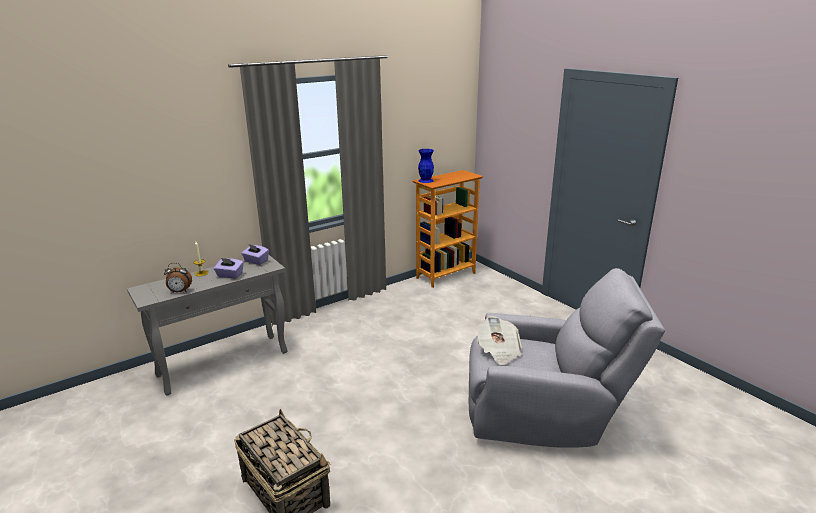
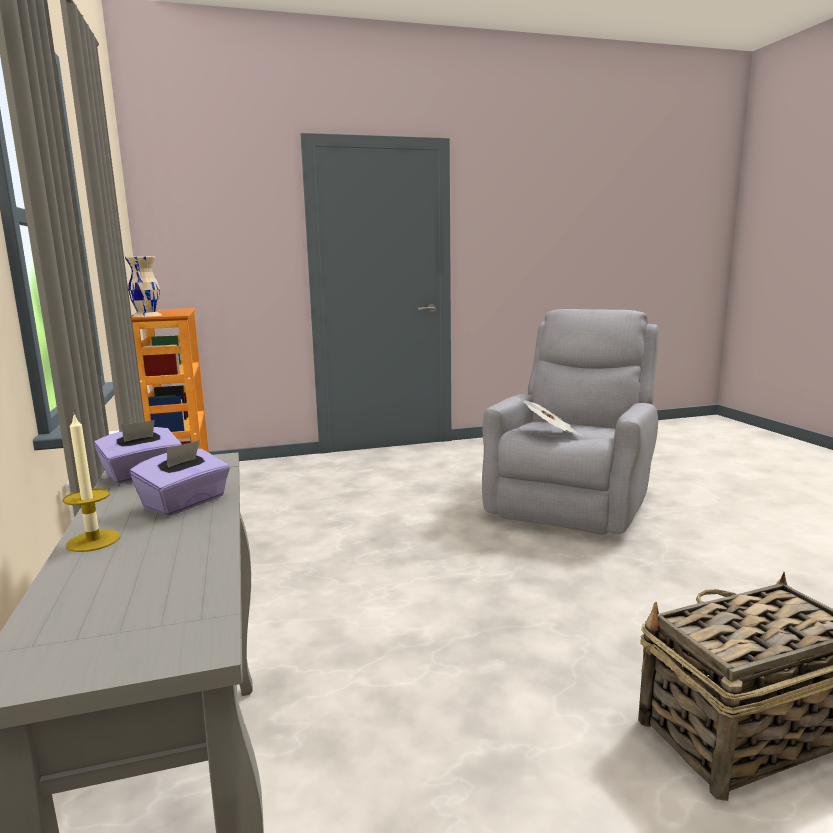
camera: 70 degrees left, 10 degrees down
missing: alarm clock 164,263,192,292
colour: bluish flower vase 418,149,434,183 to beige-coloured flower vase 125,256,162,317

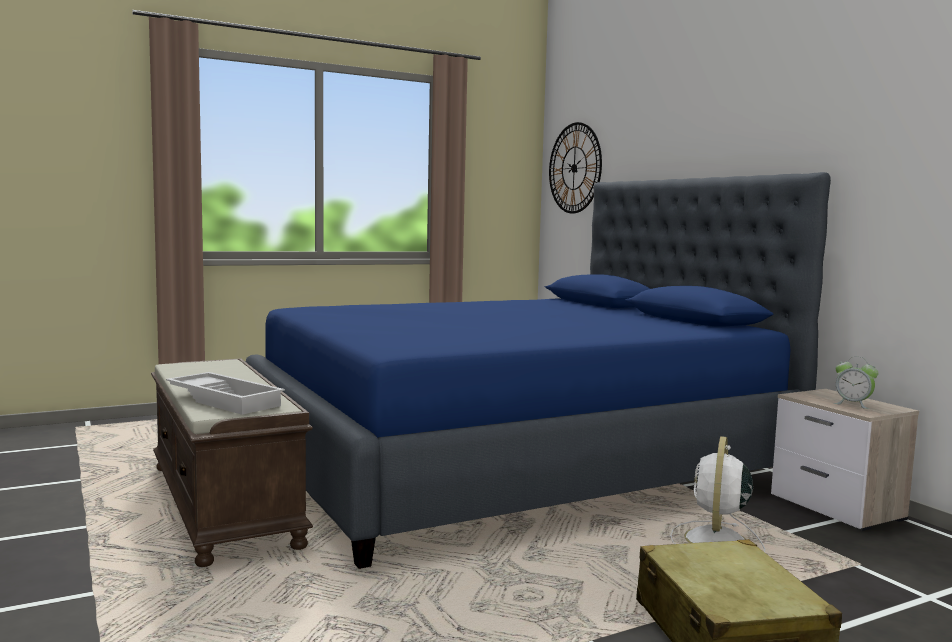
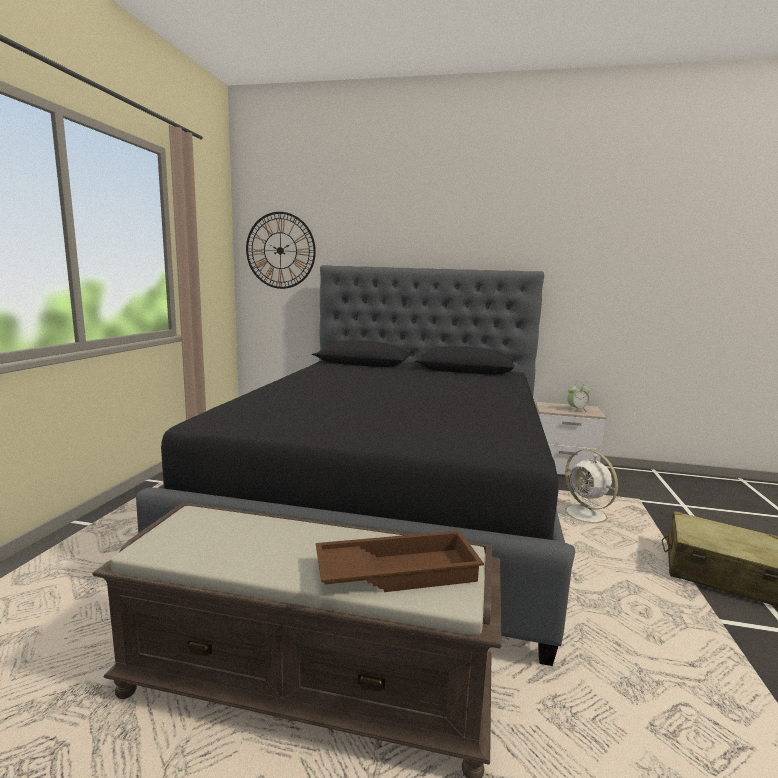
camera: 50 degrees left, 5 degrees up
colour: white tray 166,372,285,415 to brown tray 316,531,484,592; bluish sleeping bed 246,172,831,569 to black sleeping bed 136,265,575,666

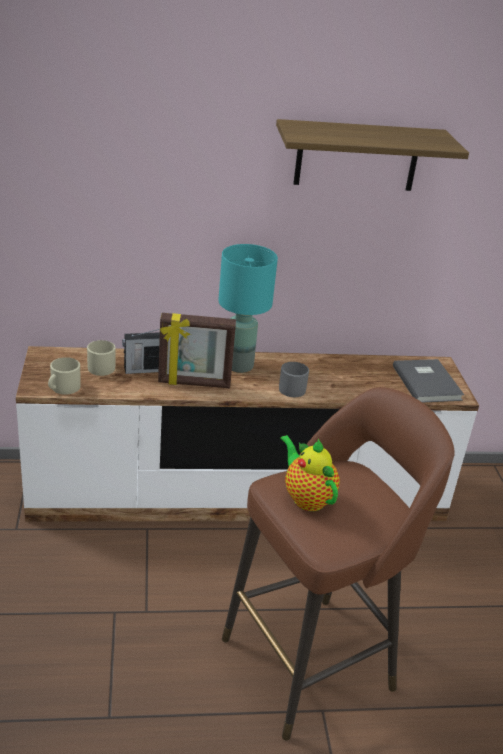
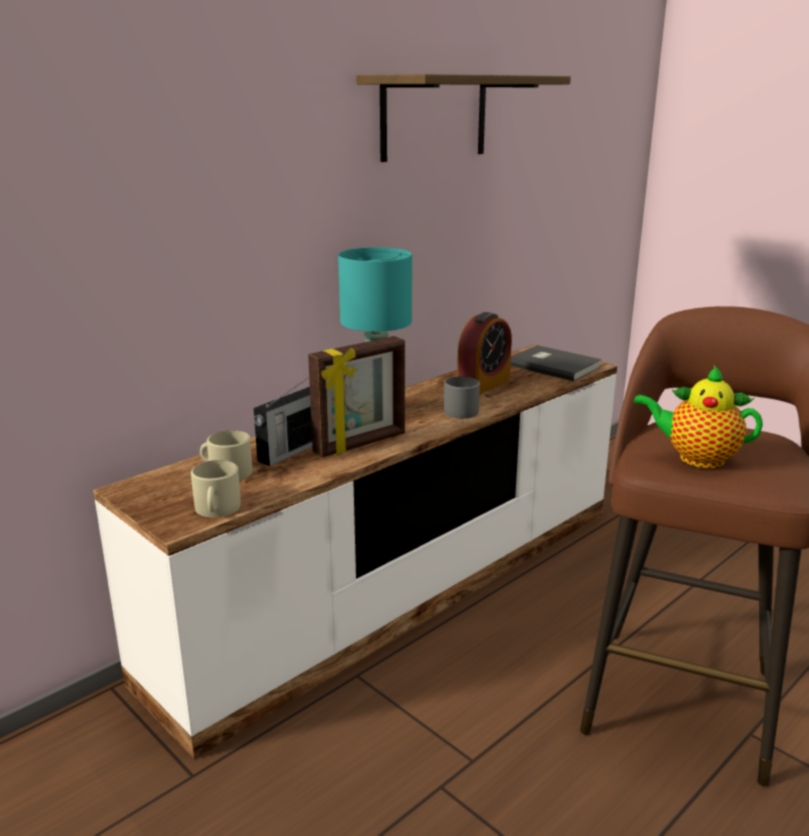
camera: 35 degrees left, 10 degrees down
appeared: alarm clock 457,312,512,395

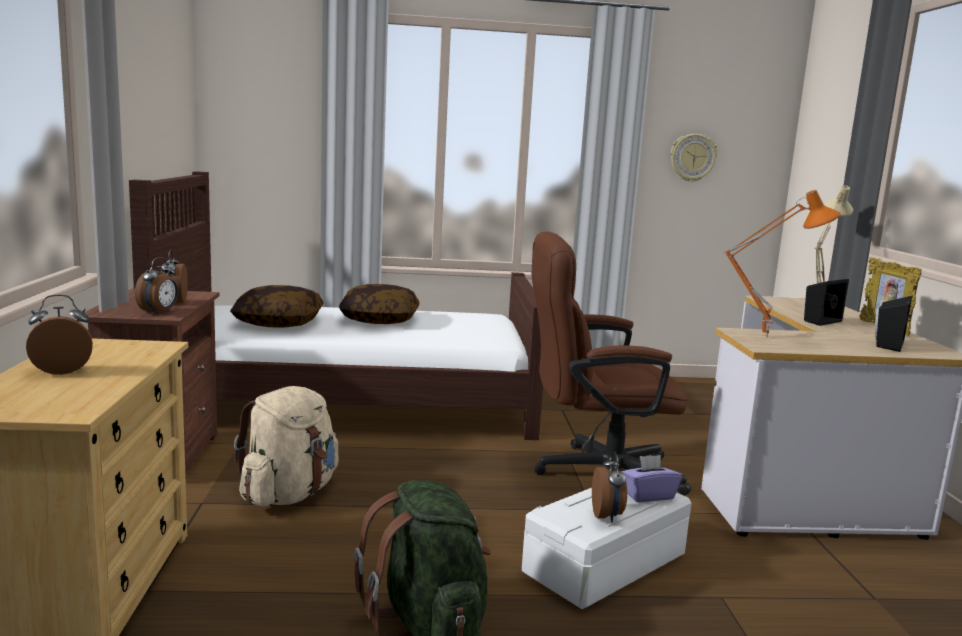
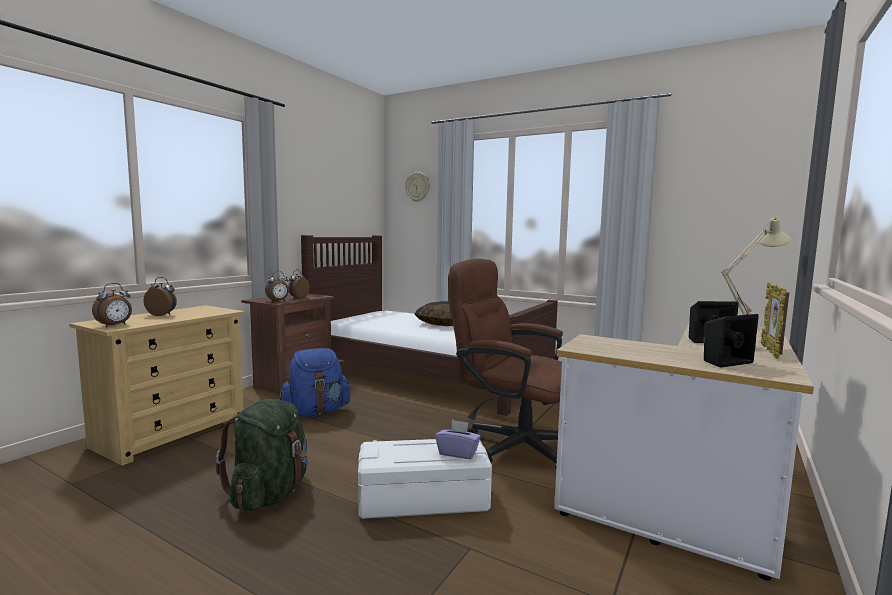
camera: 35 degrees right, 5 degrees down
missing: throw pillow 230,285,324,328; orange tabletop lamp 724,190,841,337
relocated: alarm clock 592,451,627,522 to 92,283,132,327; wall clock 671,134,717,182 to 405,172,430,202
colour: beige-coloured backpack 234,386,339,507 to bluish backpack 279,348,352,417

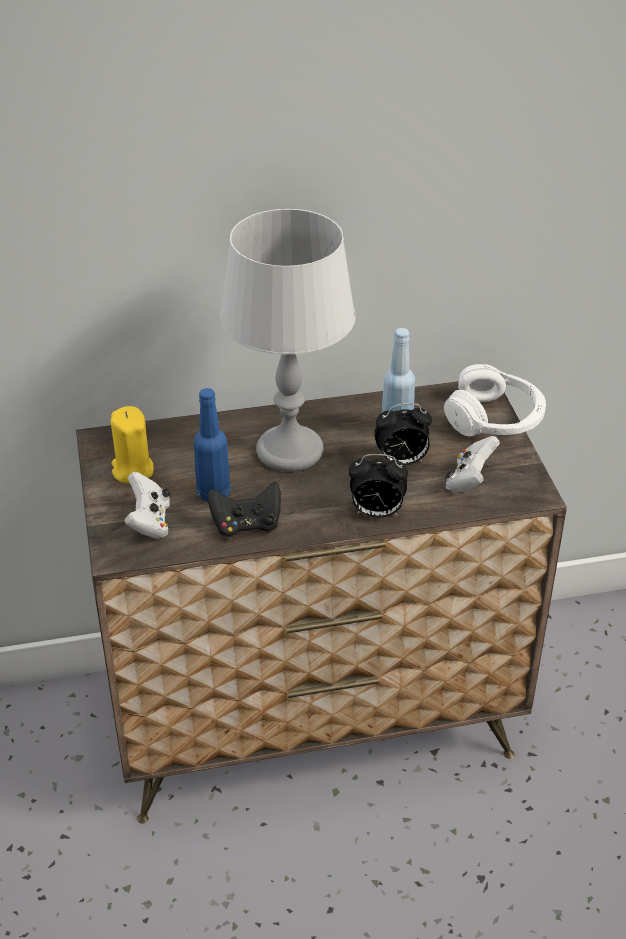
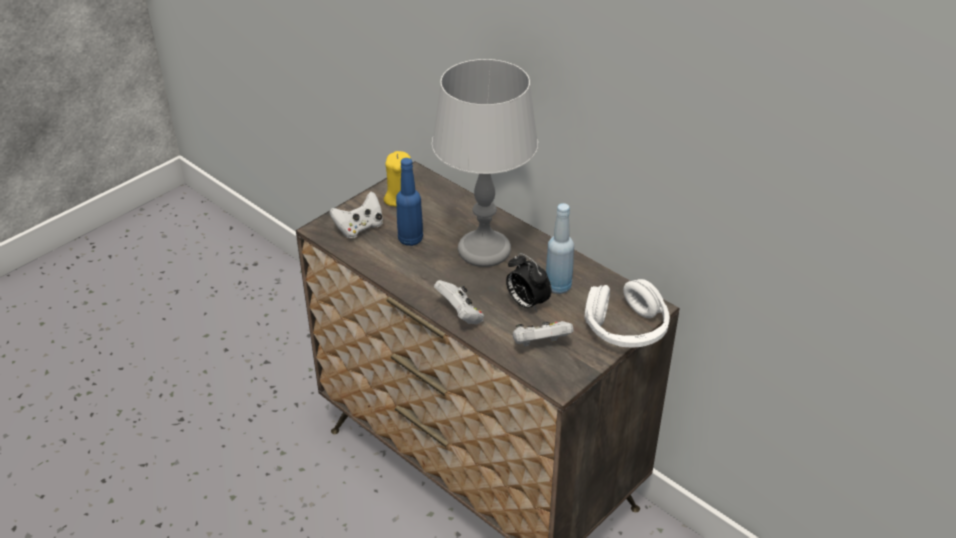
camera: 55 degrees right, 0 degrees up
missing: black gamepad 208,482,281,537
exchanged: alarm clock 349,454,408,518 to white gamepad 434,280,484,324

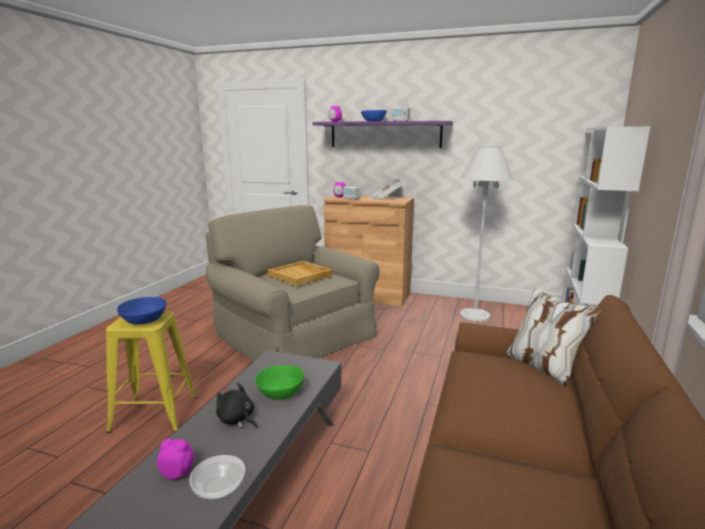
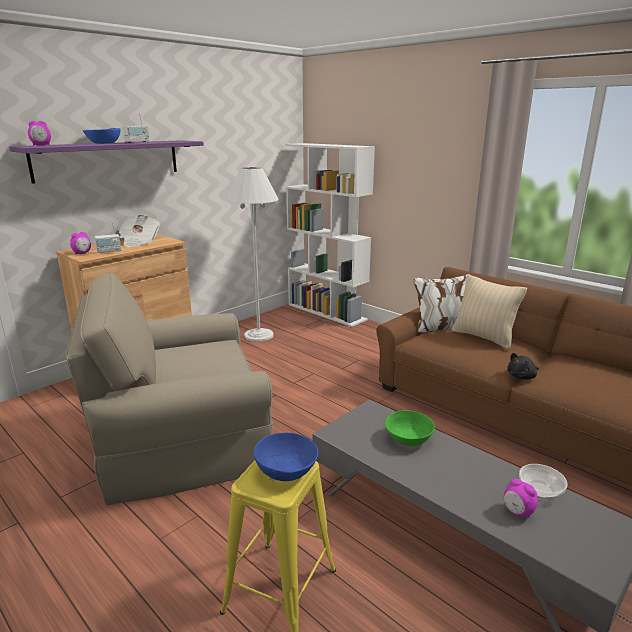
camera: 65 degrees left, 5 degrees up
missing: beige-coloured tray 268,261,332,286
appeared: beige-coloured throw pillow 452,274,527,349
relocated: black plush toy 216,383,257,429 to 507,353,539,380
spun: alarm clock 157,438,194,480 = 504,479,538,518 75 degrees counterclockwise

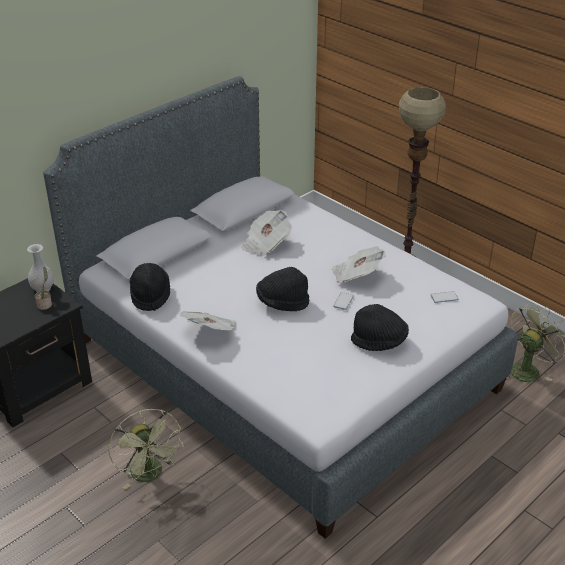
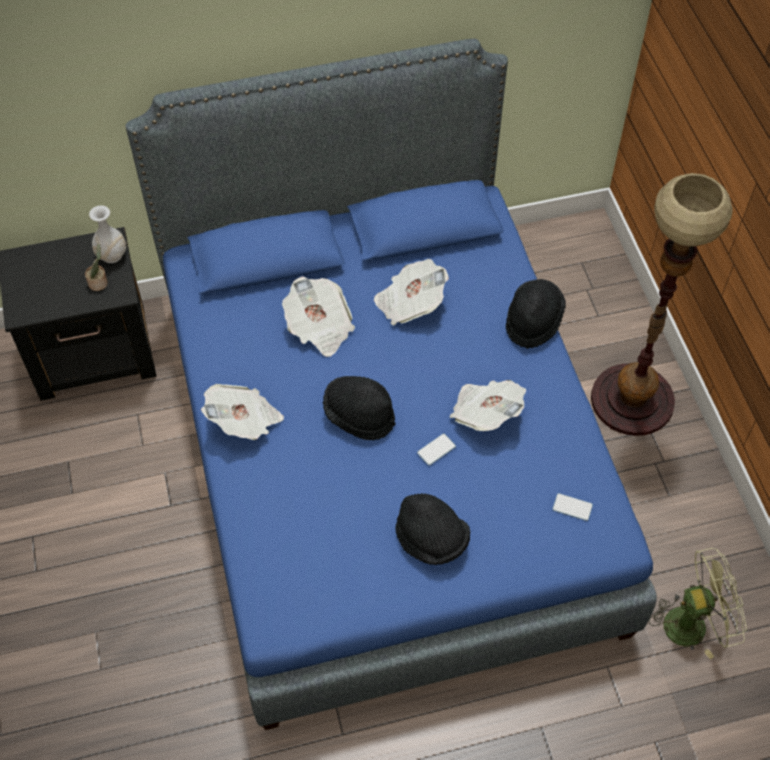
camera: 30 degrees right, 20 degrees up
missing: greenish electric fan 109,409,184,489
appeared: newspaper 282,277,355,357
relocated: black clothing hat 130,263,170,311 to 506,279,566,349
colour: grey sleeping bed 43,76,518,539 to bluish sleeping bed 126,39,657,730

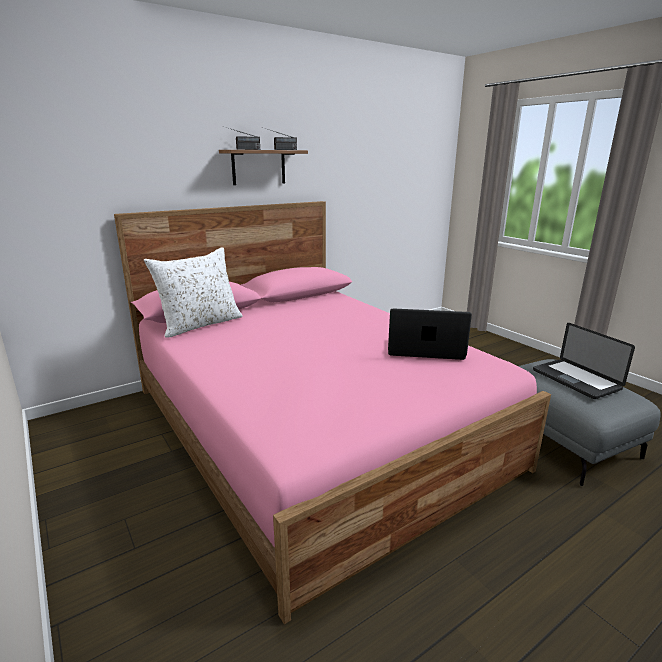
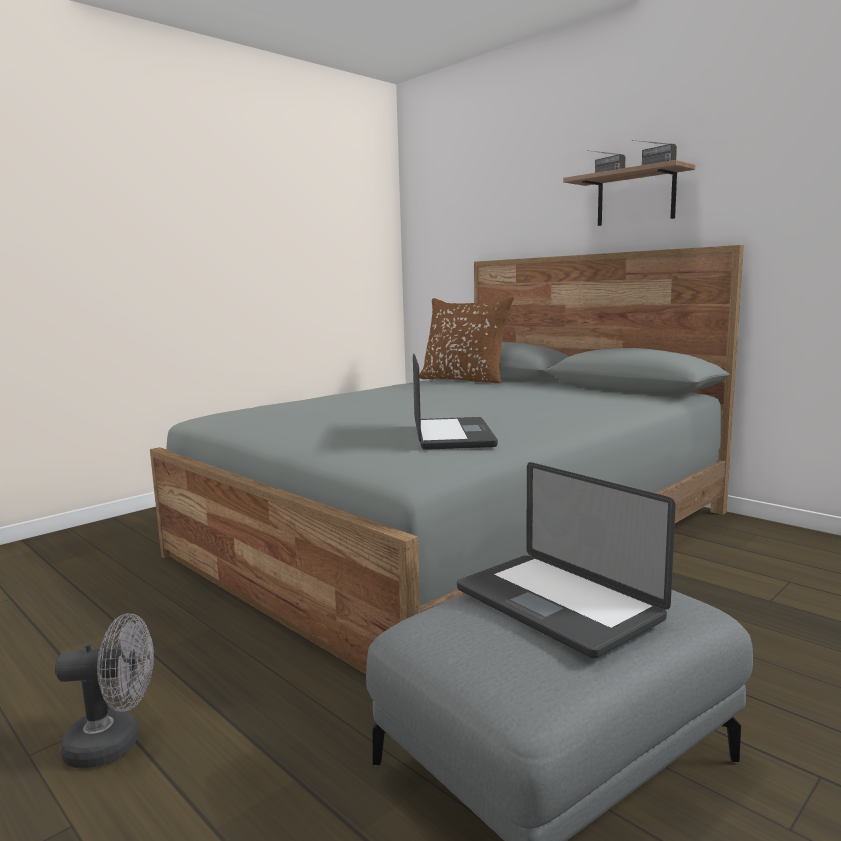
camera: 80 degrees right, 10 degrees down
appeared: grey electric fan 55,613,154,768
colour: pinkish sleeping bed 114,201,551,624 to grey sleeping bed 150,245,744,674; white throw pillow 144,247,243,338 to brown throw pillow 419,297,514,383
spun: portable computer 533,323,635,399 = 457,462,676,658 90 degrees counterclockwise

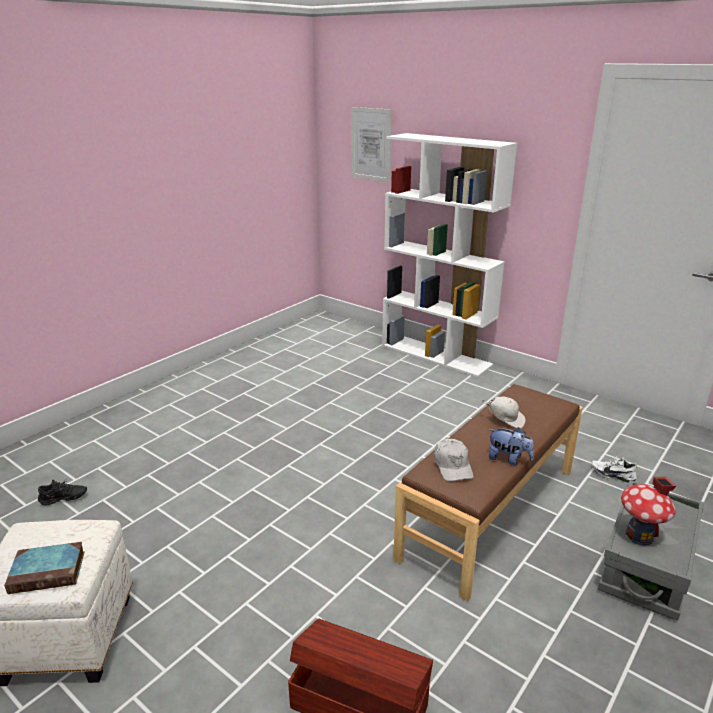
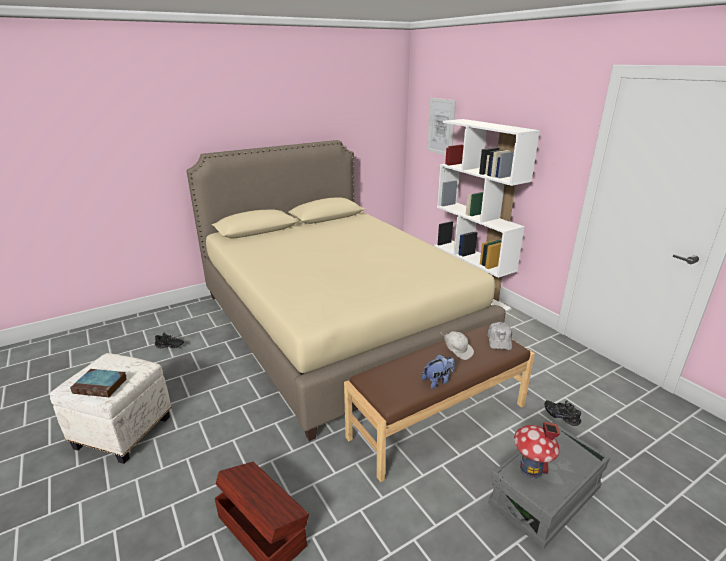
camera: 20 degrees right, 0 degrees up
appeared: beige-coloured sleeping bed 186,140,506,441
relocated: white cap 434,439,474,481 to 487,322,512,350
colour: white shoe 592,455,637,483 to black shoe 544,400,581,426
spun: plush toy 489,427,534,465 = 422,354,455,389 75 degrees counterclockwise

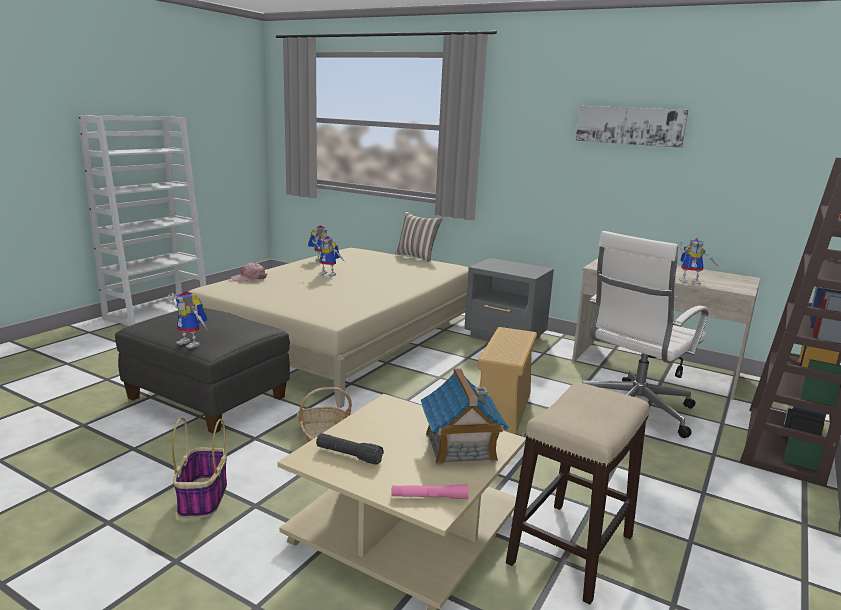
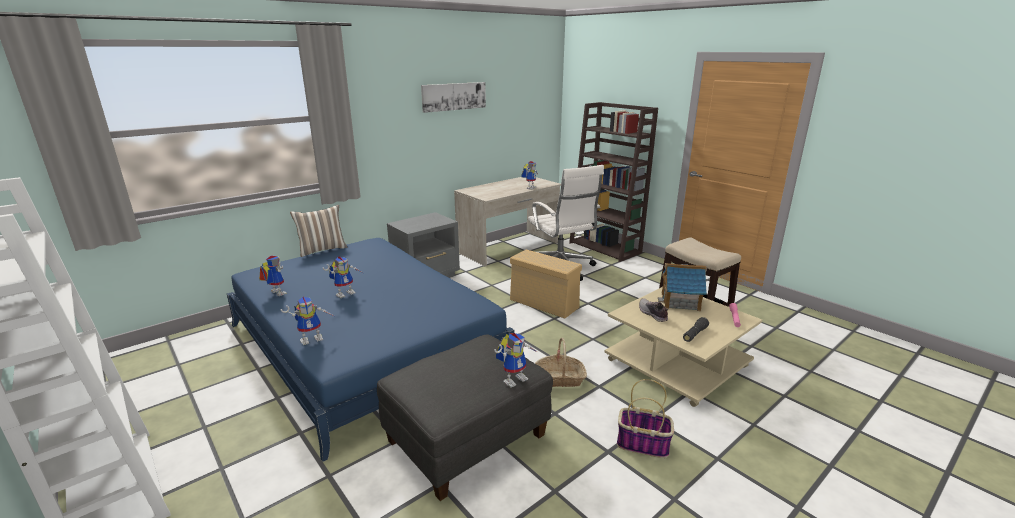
camera: 70 degrees left, 5 degrees up
appeared: shoe 639,298,668,322
exchanged: pinkish cap 231,262,267,282 to model robot 280,297,336,345
colour: beige-coloured sleeping bed 188,248,469,408 to bluish sleeping bed 227,238,514,462

